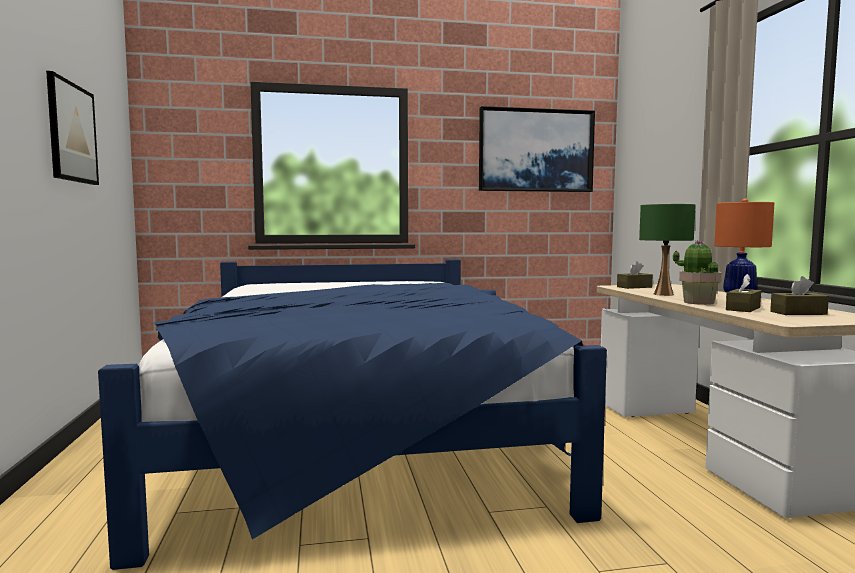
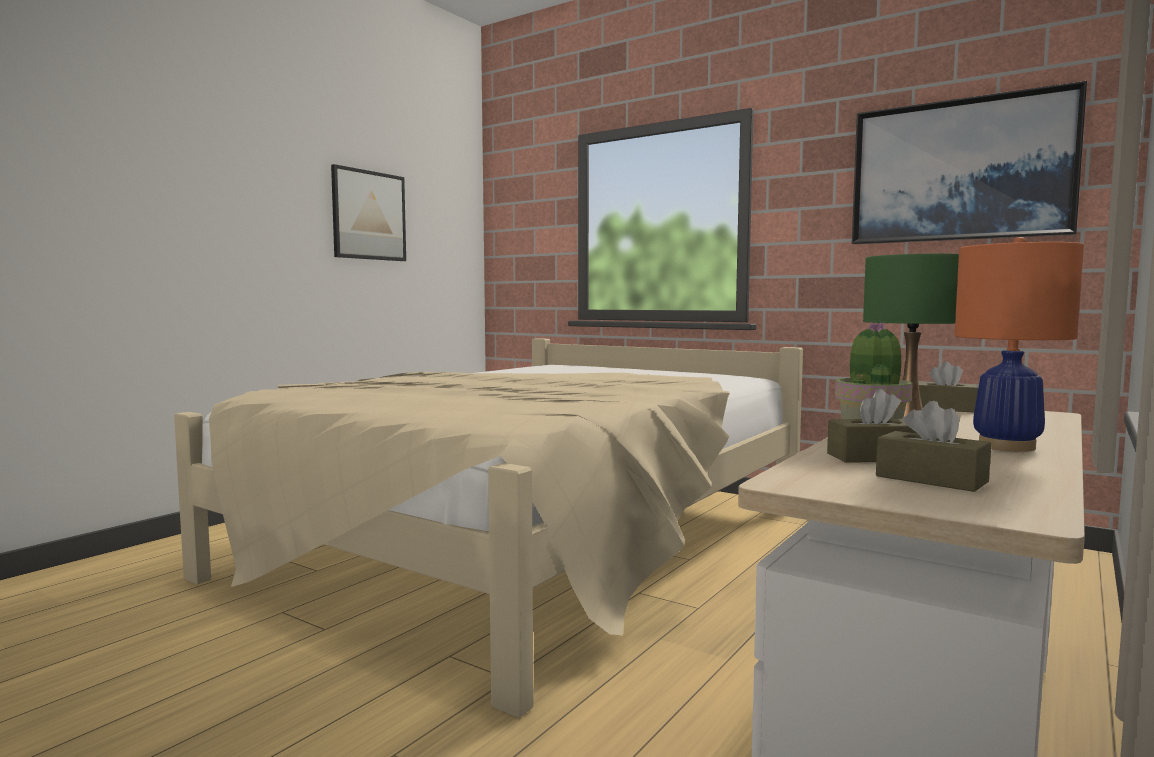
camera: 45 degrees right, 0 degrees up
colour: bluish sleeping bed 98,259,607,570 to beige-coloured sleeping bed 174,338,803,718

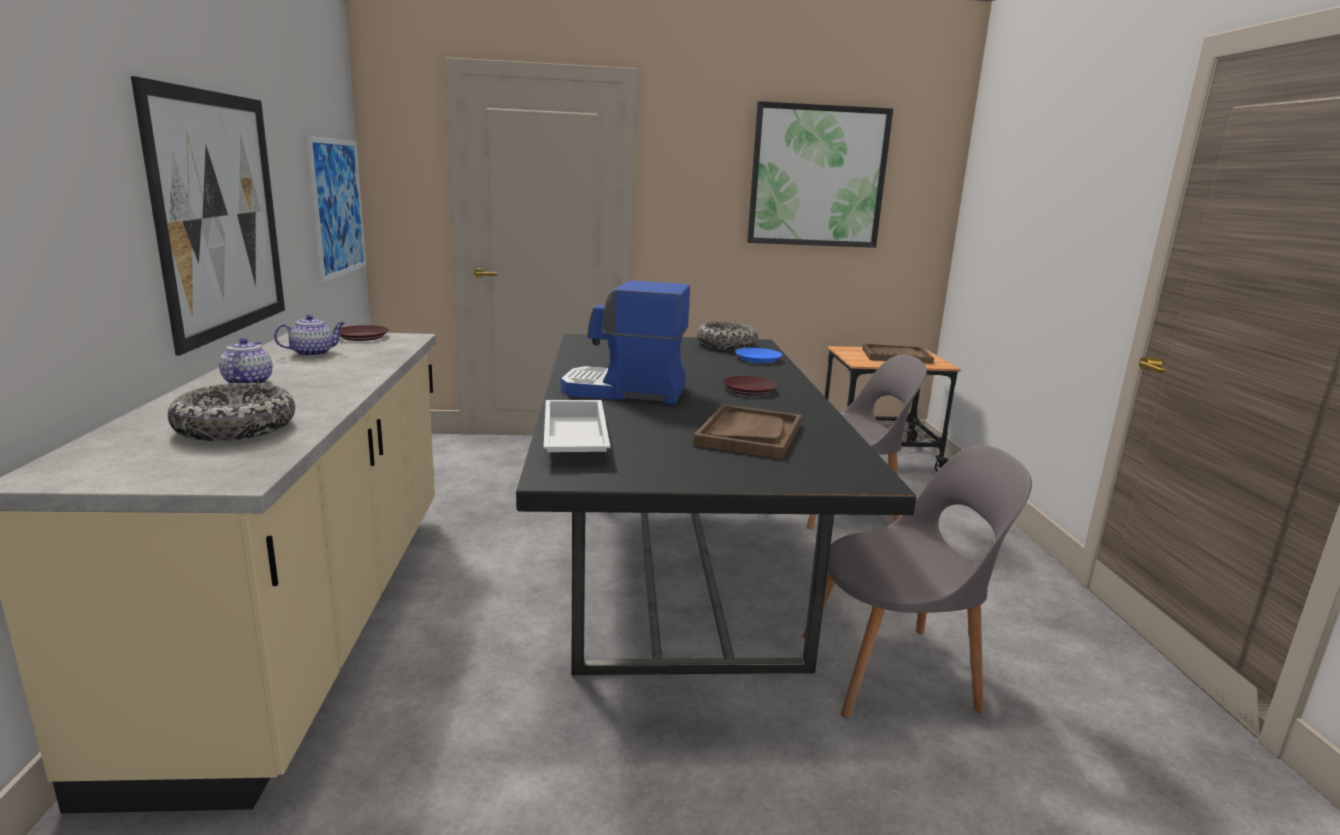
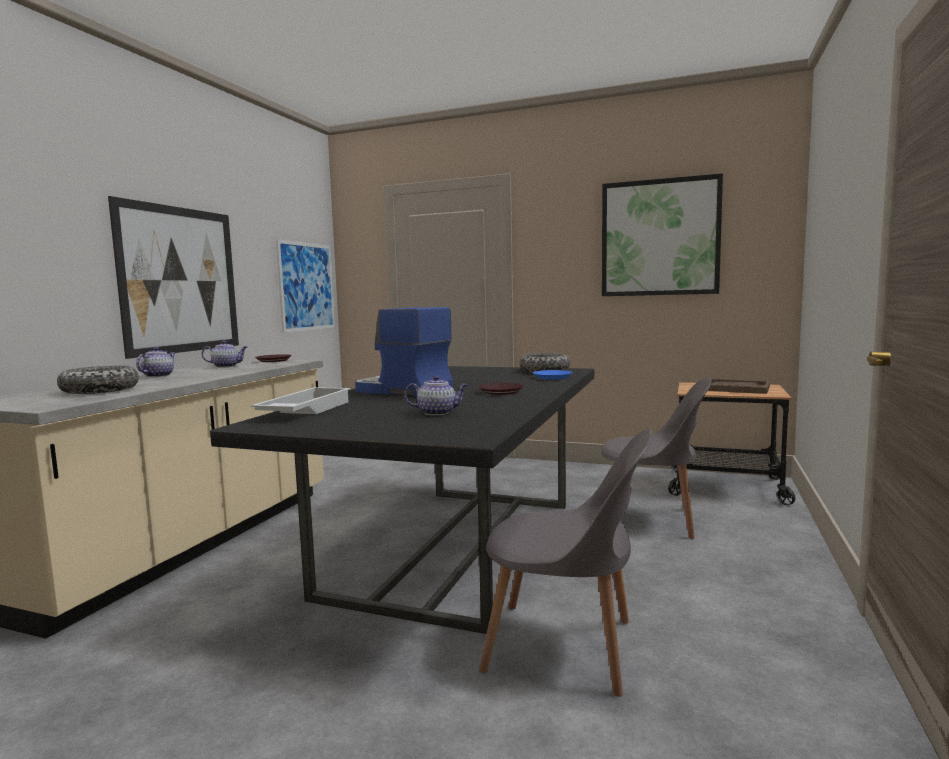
camera: 25 degrees right, 10 degrees down
exchanged: brown tray 693,404,802,459 to teapot 404,375,468,415

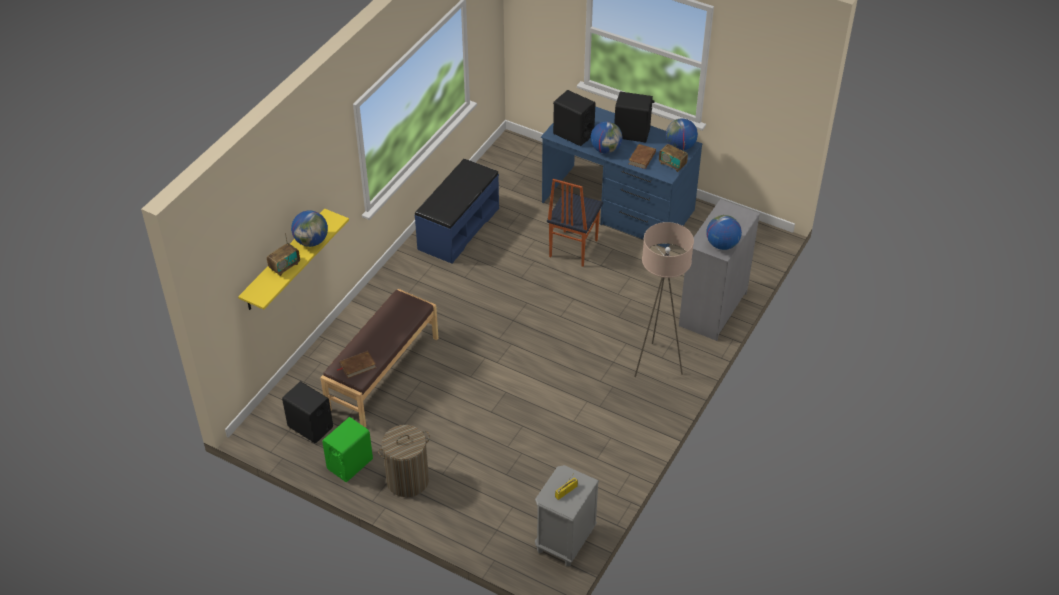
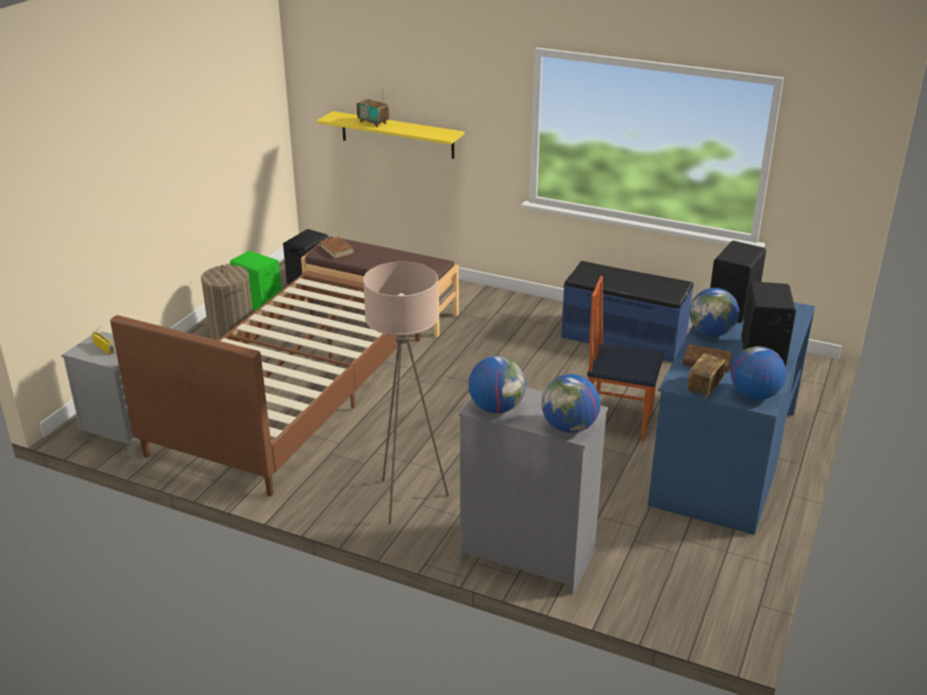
camera: 85 degrees right, 15 degrees down
appeared: brown sleeping bed 110,271,420,496
relocated: world globe 291,210,328,247 to 542,374,600,433

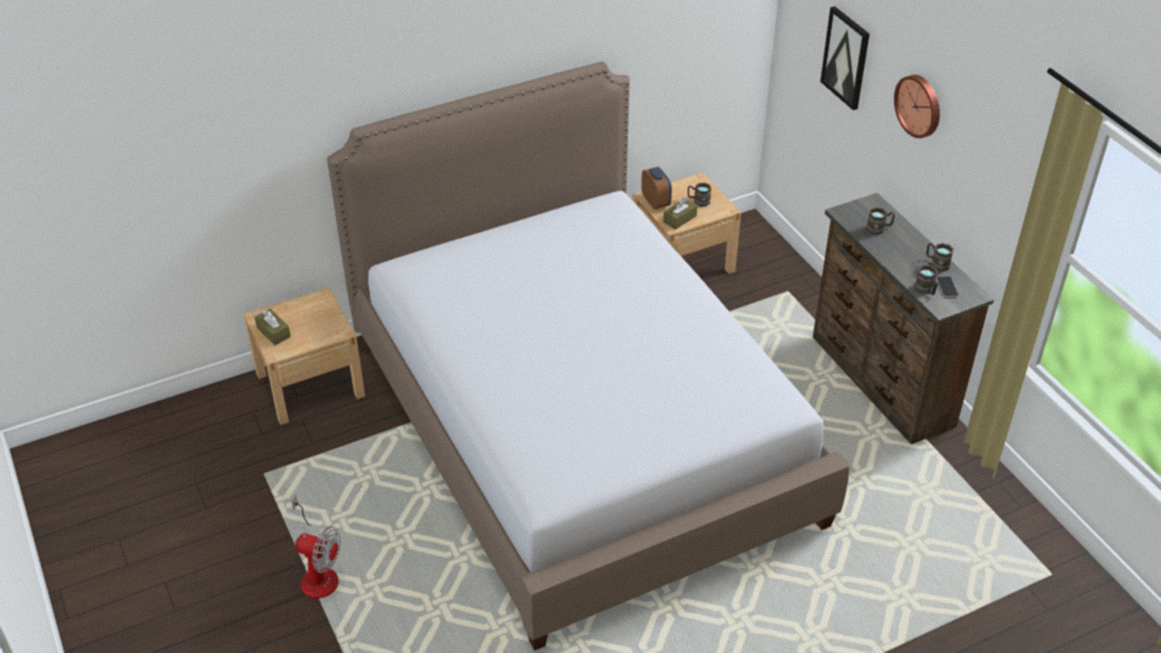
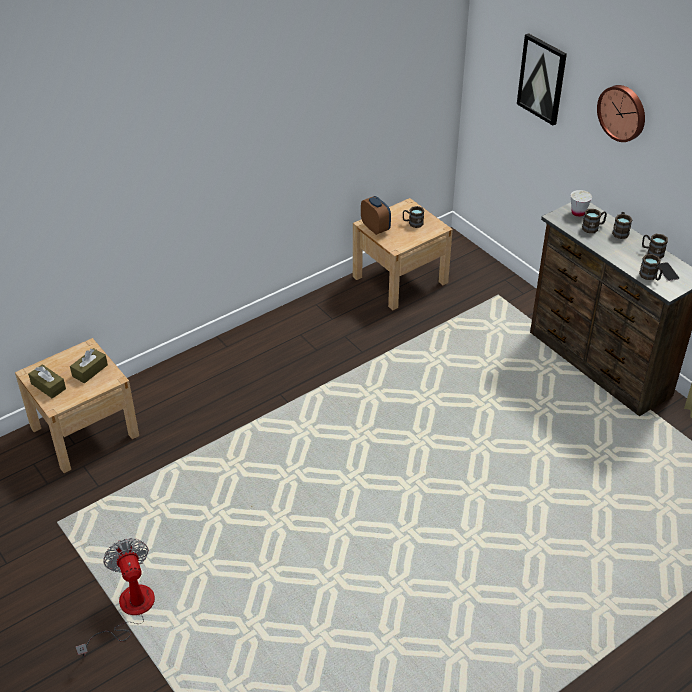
camera: 10 degrees left, 0 degrees up
missing: sleeping bed 327,62,849,651
appeared: white small cup 571,190,592,217; brown tea mug 612,212,632,239
relocated: brown box of tissues 663,197,697,230 to 70,348,108,383
spun: electric fan 291,495,341,599 = 76,538,155,657 120 degrees counterclockwise

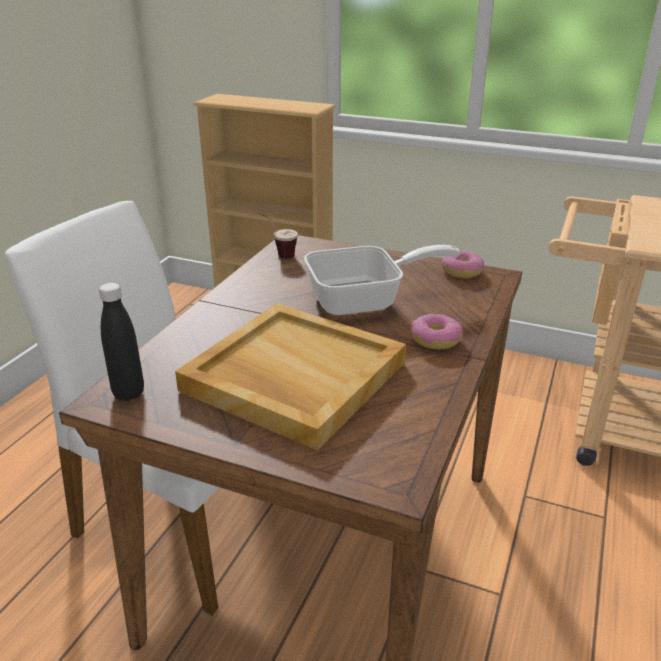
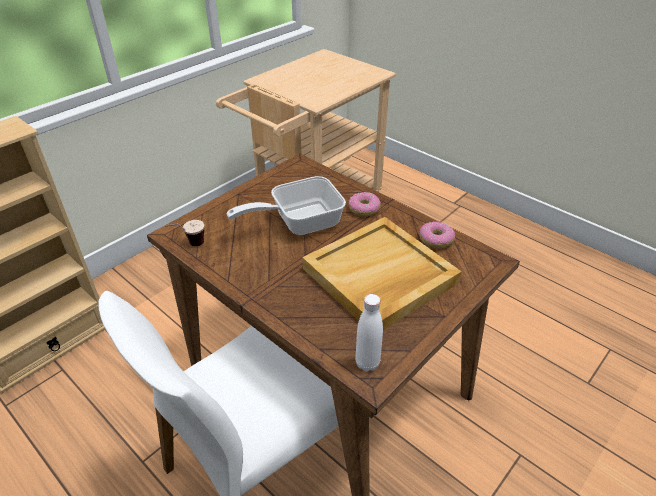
camera: 70 degrees left, 10 degrees up
relocated: ring doughnut 442,250,484,278 to 419,222,455,249
colour: black bottle 99,283,144,401 to white bottle 355,294,383,372
spun: pan 304,245,460,315 = 226,176,346,235 120 degrees counterclockwise

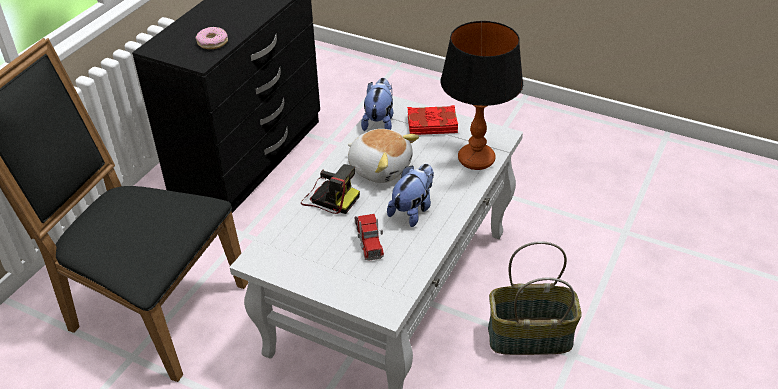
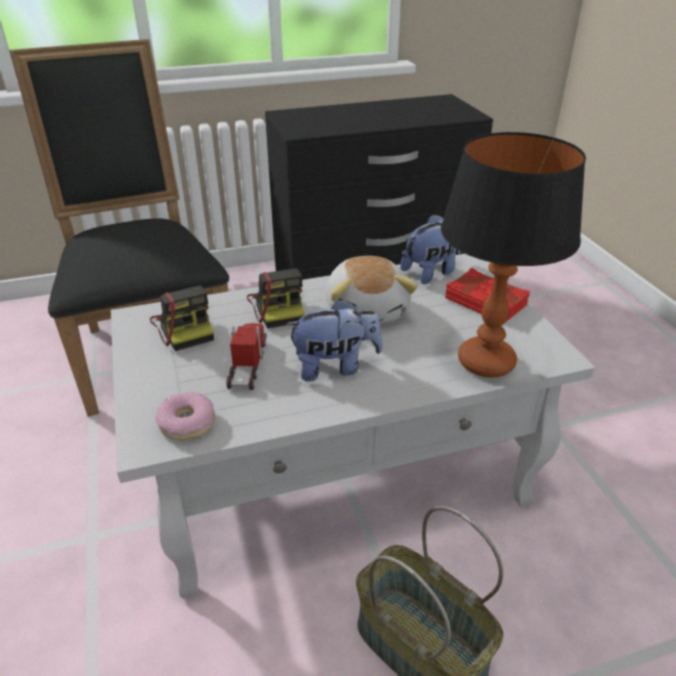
camera: 45 degrees right, 5 degrees down
appeared: photo camera 150,286,214,351
relocated: ring doughnut 196,27,228,49 to 155,392,215,440
spun: toy lorry 354,214,384,261 = 226,323,267,390 150 degrees clockwise

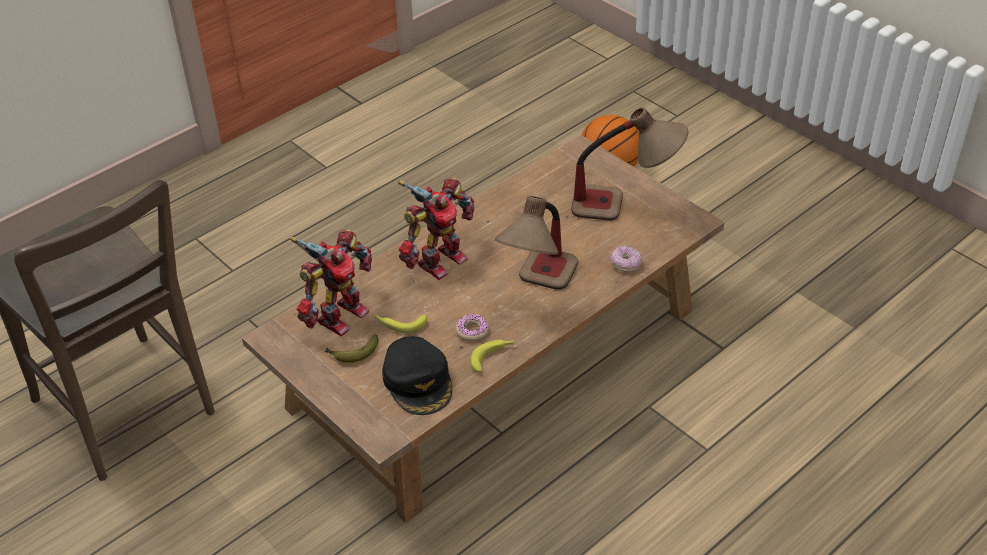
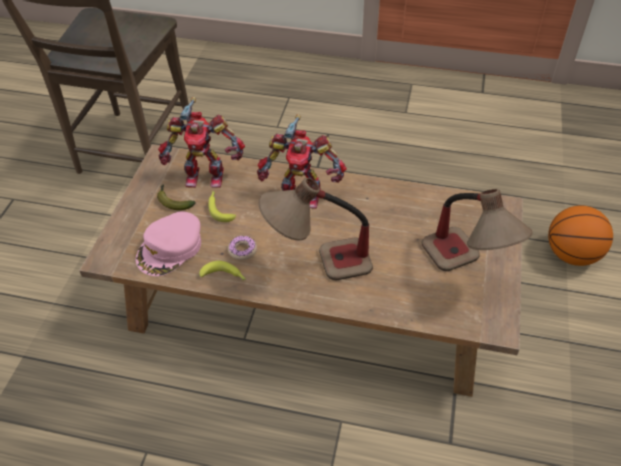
camera: 55 degrees right, 5 degrees up
missing: ring doughnut 610,245,642,272
colour: black cap 382,336,452,415 to pinkish cap 136,212,201,276

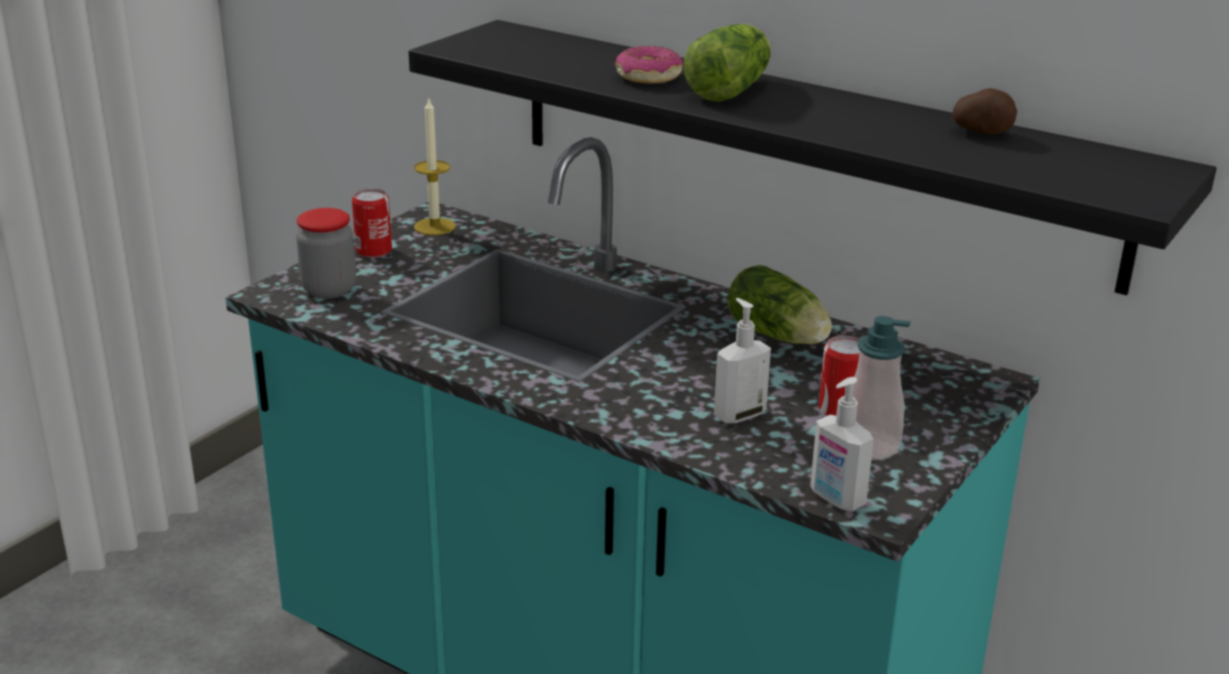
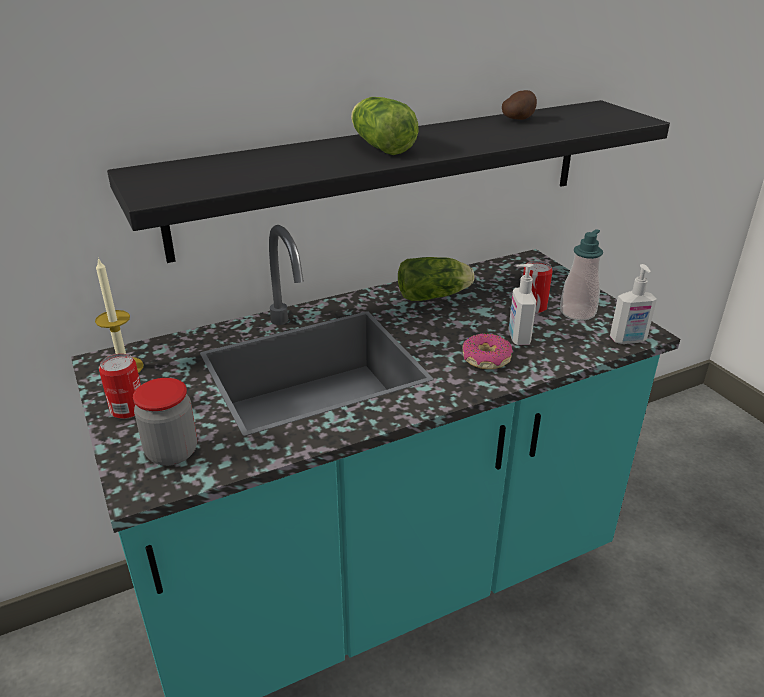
camera: 60 degrees left, 5 degrees up
relocated: ring doughnut 614,46,684,84 to 463,334,513,369

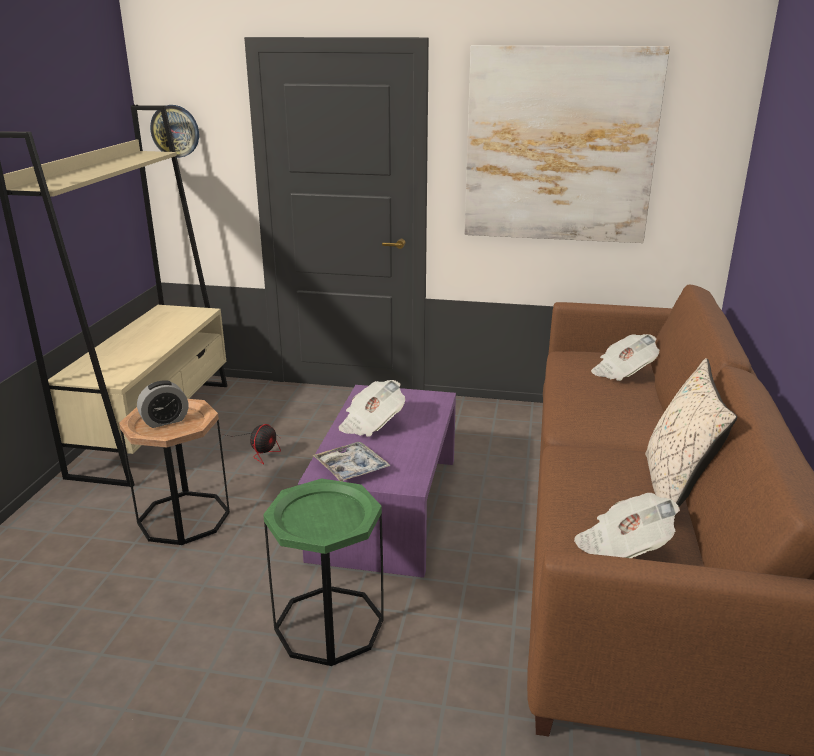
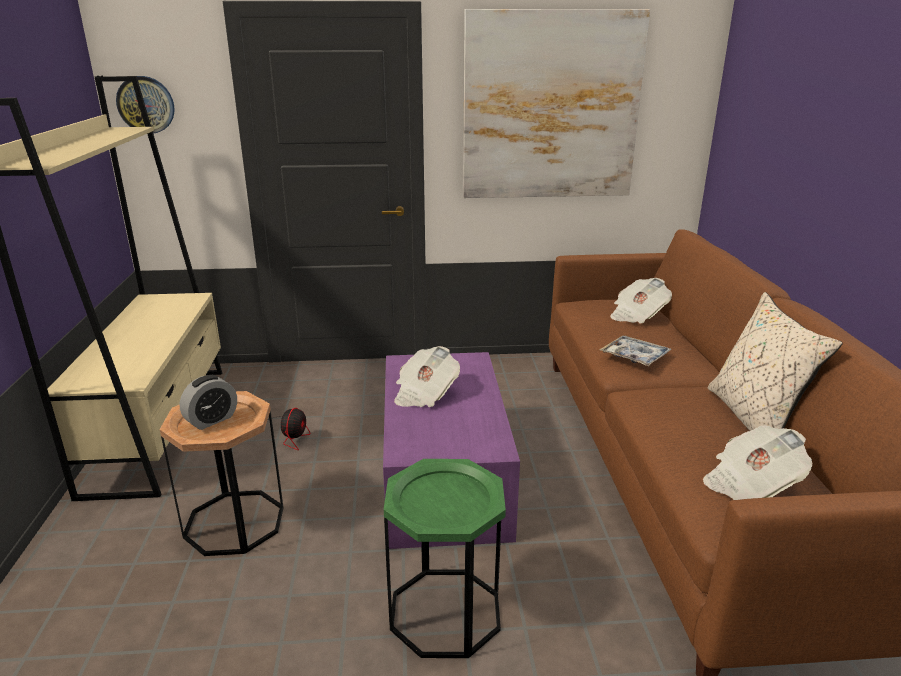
camera: 15 degrees left, 0 degrees up
relocated: tray 313,442,391,482 to 600,336,672,366

